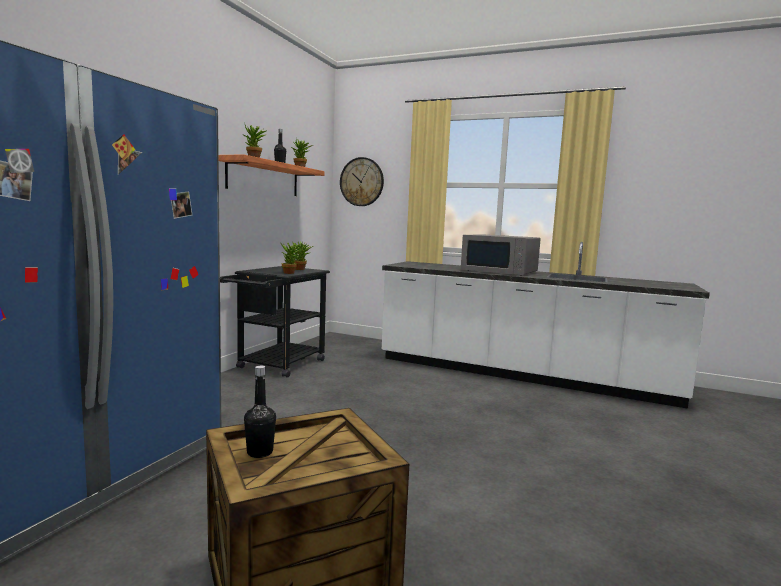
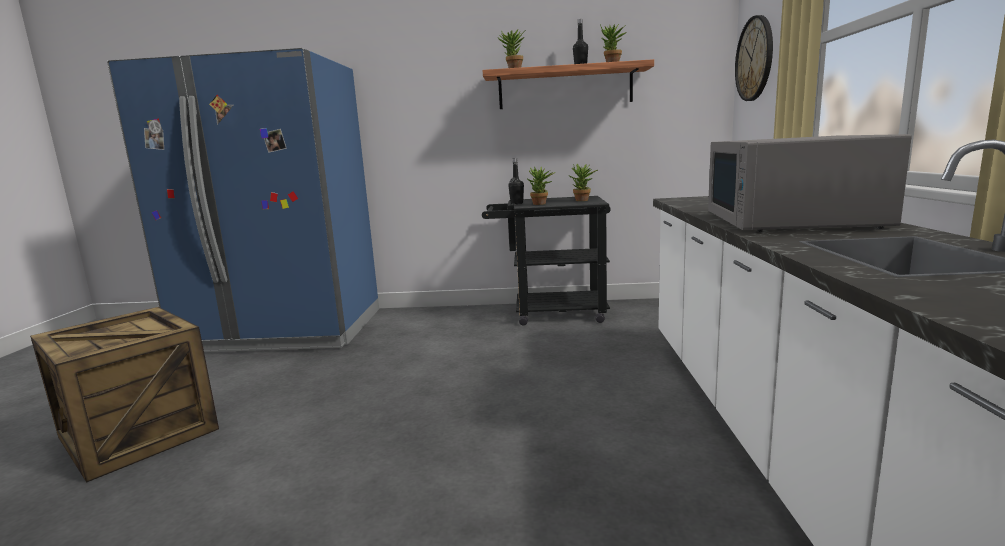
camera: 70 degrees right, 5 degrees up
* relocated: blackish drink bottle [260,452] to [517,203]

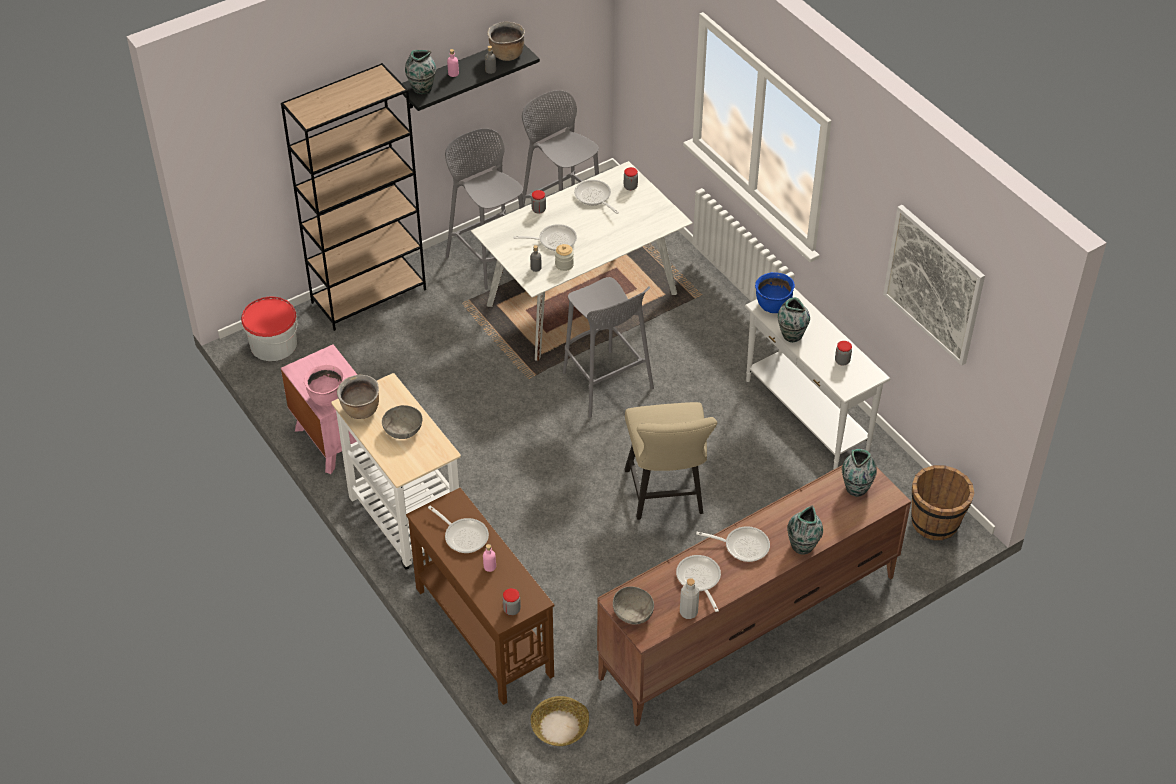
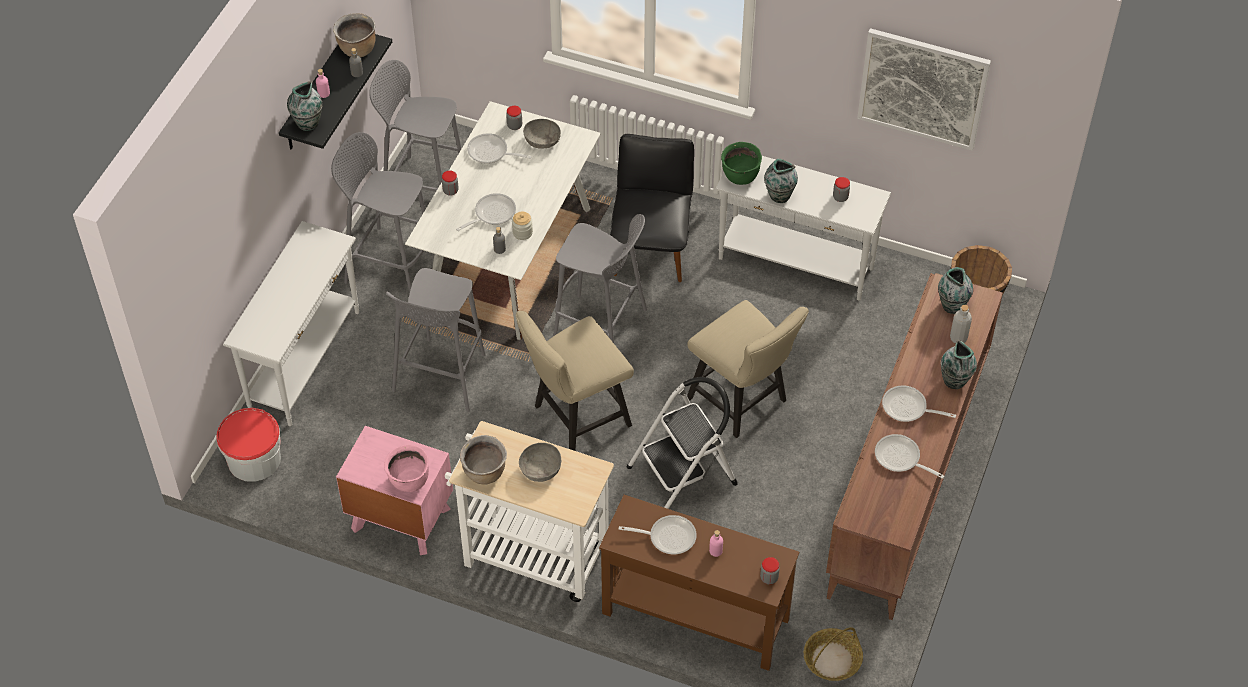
camera: 35 degrees left, 5 degrees up
* exchanged: beige bookcase [369,295] to white hall table [304,360]
* appeared: grey sitting stool [442,376]
* appeared: beige chair [576,418]
* relocated: grey deep dish [633,613] to [542,141]
* appeared: blackish chair [651,248]
* appeared: stepladder [685,475]
* colour: blue-coloured saucepot [773,306] to green-coloured saucepot [740,176]
* spun: frying pan [742,546] = [908,408] 135 degrees counterclockwise
* relocated: grey drink bottle [688,612] to [958,338]

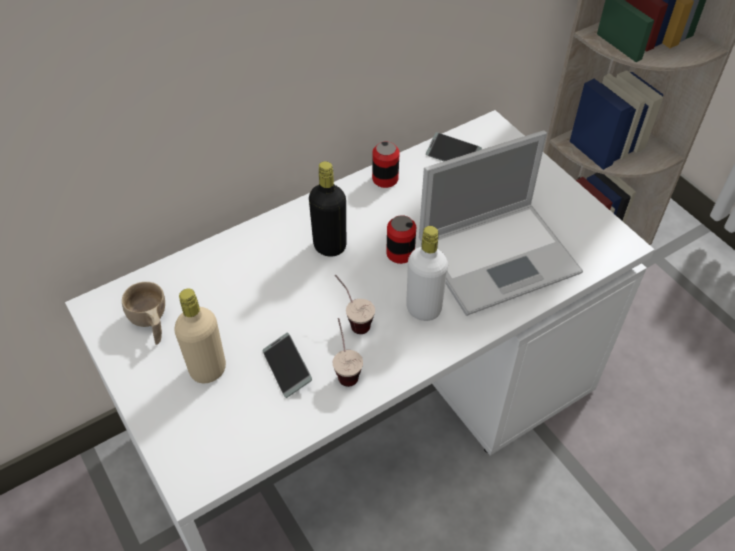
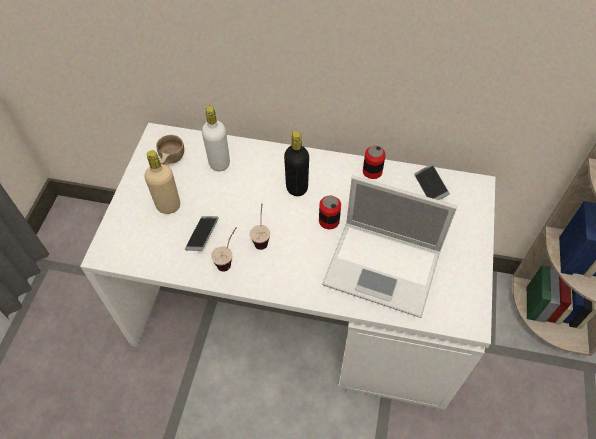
camera: 45 degrees right, 5 degrees up
* relocated: white drink bottle [423,309] to [219,163]

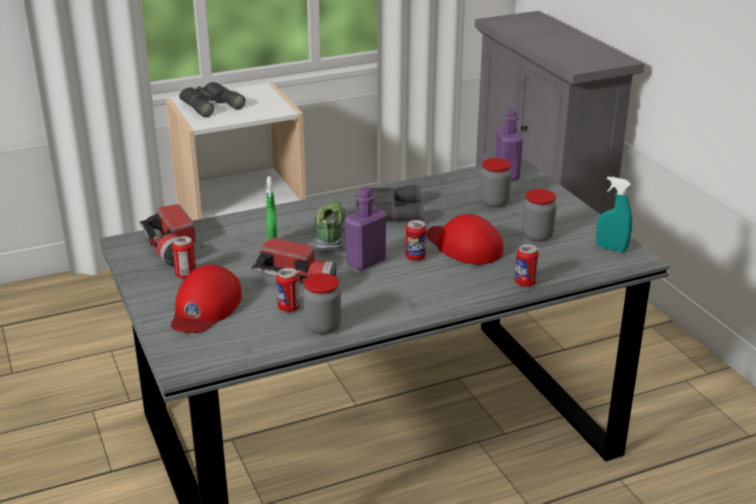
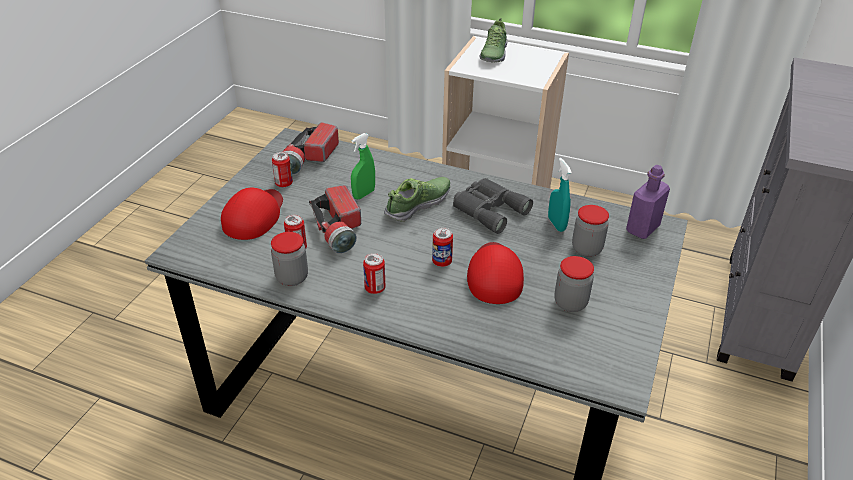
camera: 45 degrees right, 10 degrees up
* spun: red baseball cap [205,308] = [254,216] 135 degrees clockwise
* relocated: can [525,283] to [375,288]
* exchanged: grey binoculars [210,104] to shoe [493,53]
* relocated: turquoise-coloured sprayer [611,248] to [556,224]
* missing: purple drink bottle [365,262]

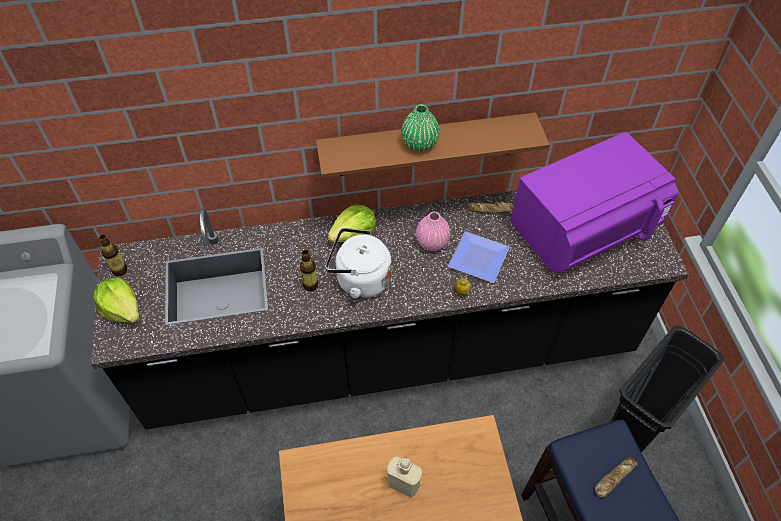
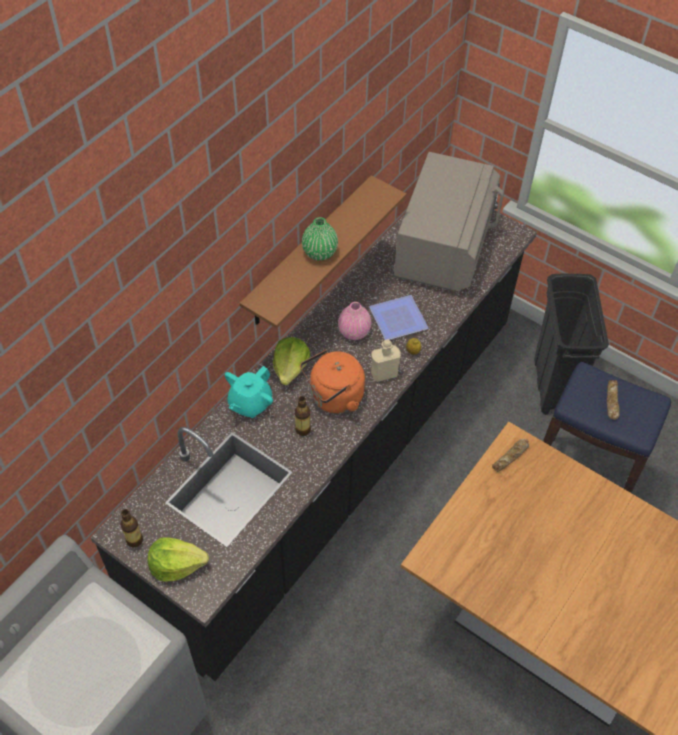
camera: 45 degrees left, 0 degrees up
* appeared: turquoise-coloured tea pot [250,403]
* colour: white tea kettle [359,279] to orangey tea kettle [333,397]
* relocated: beige drink bottle [403,484] to [384,374]
* colour: purple kitchen microwave [584,230] to grey kitchen microwave [444,247]
* relocated: bread [489,210] to [511,457]

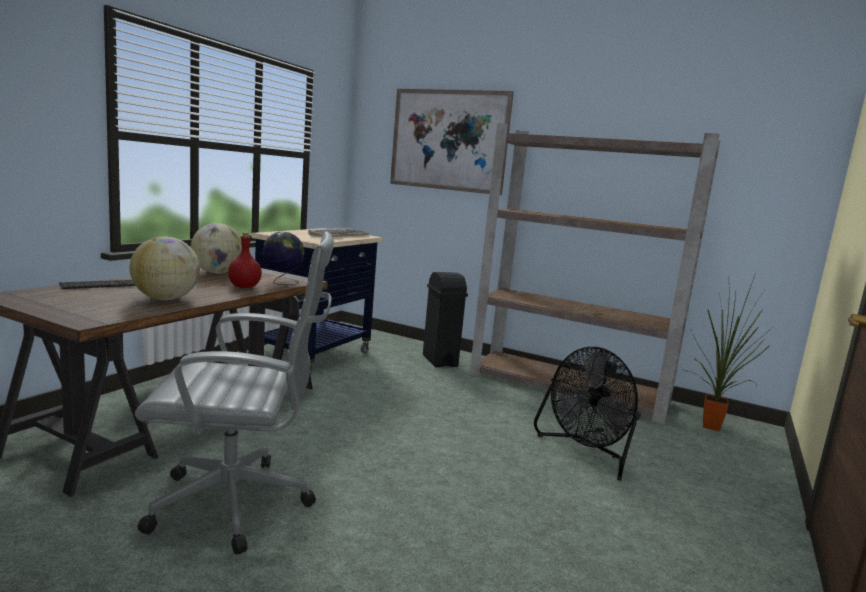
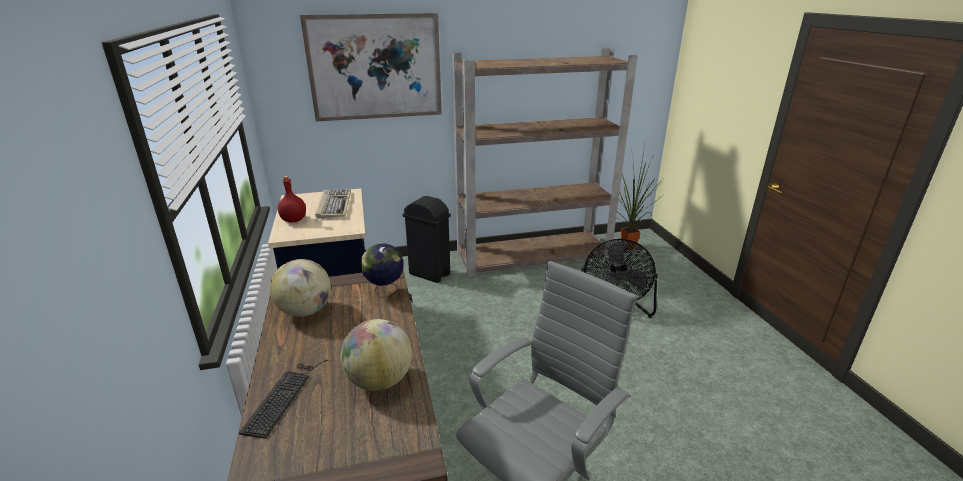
camera: 40 degrees left, 15 degrees up
* relocated: red drink bottle [244,286] to [293,220]

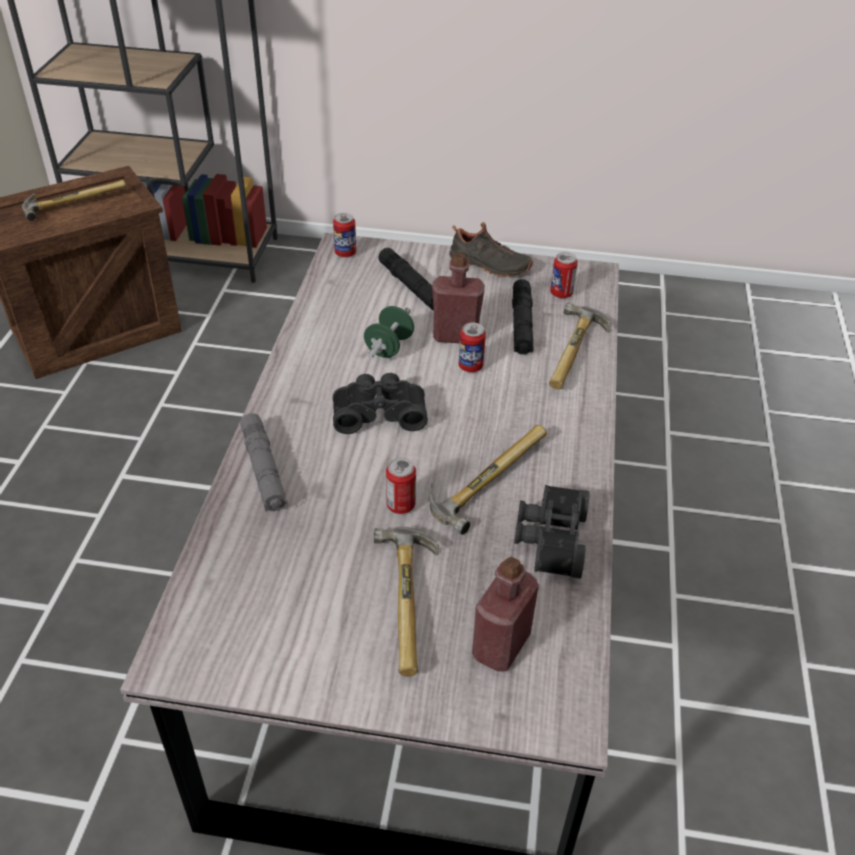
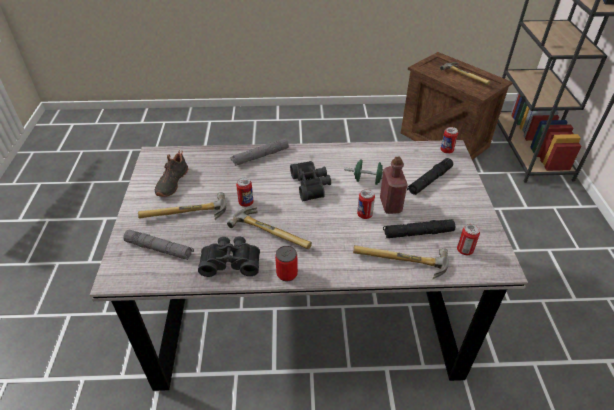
camera: 80 degrees right, 0 degrees up
* exchanged: red drink bottle [501,645] to grey flashlight [159,249]
* relocated: blackish shoe [489,266] to [171,182]
* appeared: can [287,274]

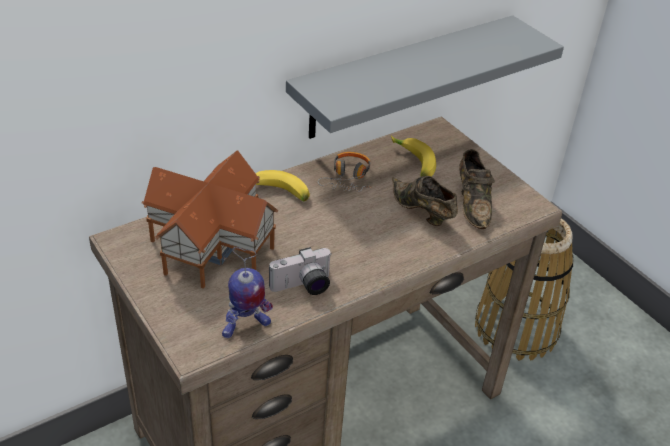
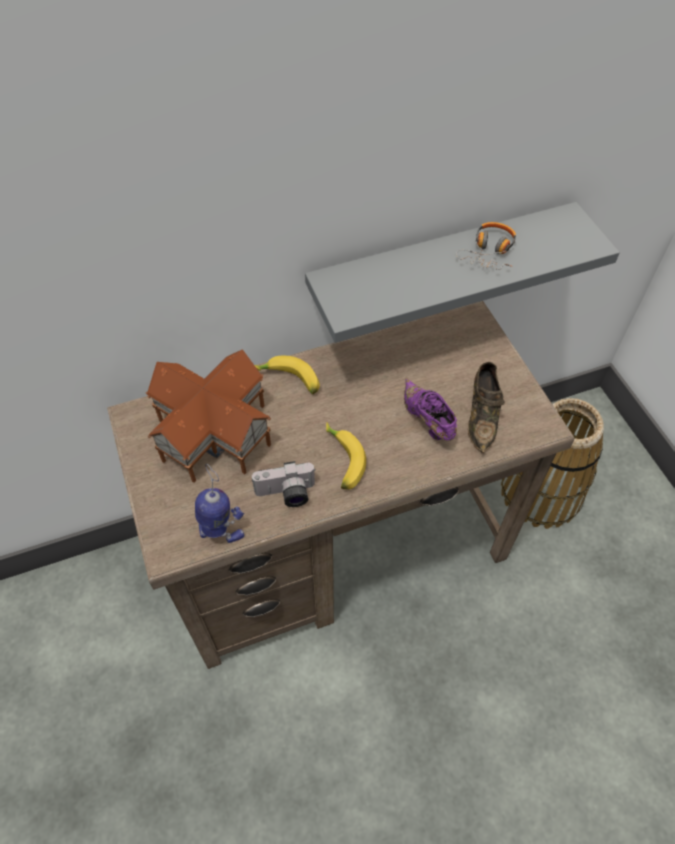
camera: 15 degrees right, 15 degrees up
* spun: toy robot [245,326] = [221,532] 150 degrees counterclockwise
* relocated: banana [412,163] to [342,461]
* colour: brown-coloured shoe [422,212] to purple shoe [427,421]
* relocated: headphones [348,178] to [489,252]

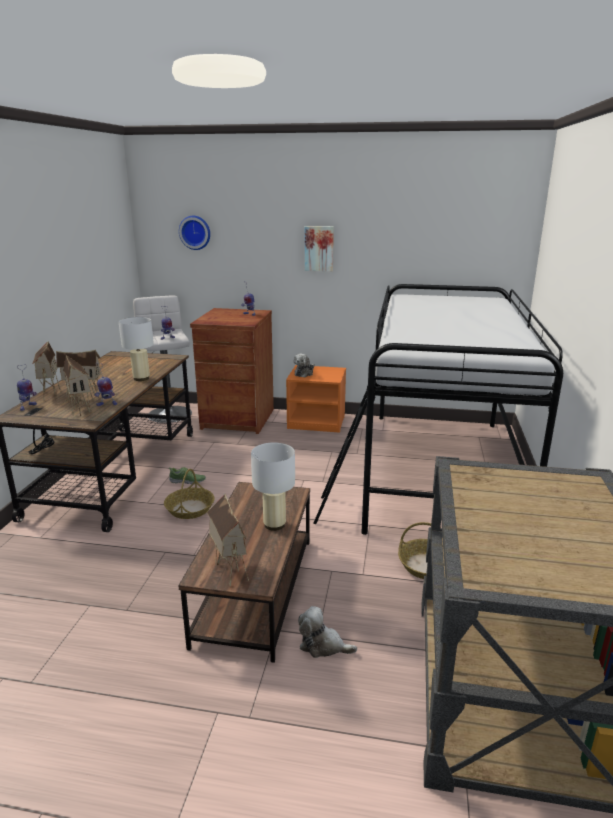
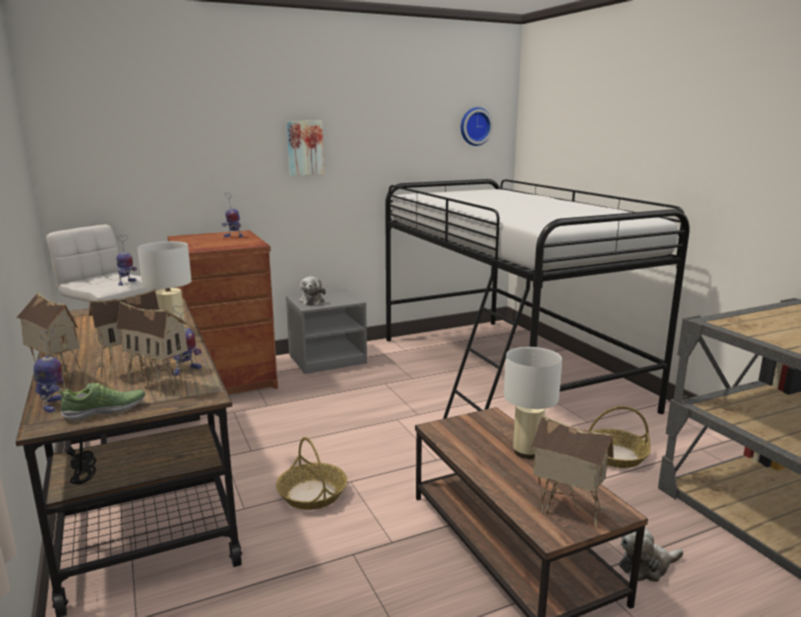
camera: 35 degrees left, 5 degrees down
* relocated: shoe [187,481] to [105,411]
* colour: orangey bedside table [317,422] to grey bedside table [327,359]
* relocated: wall clock [195,232] to [475,126]

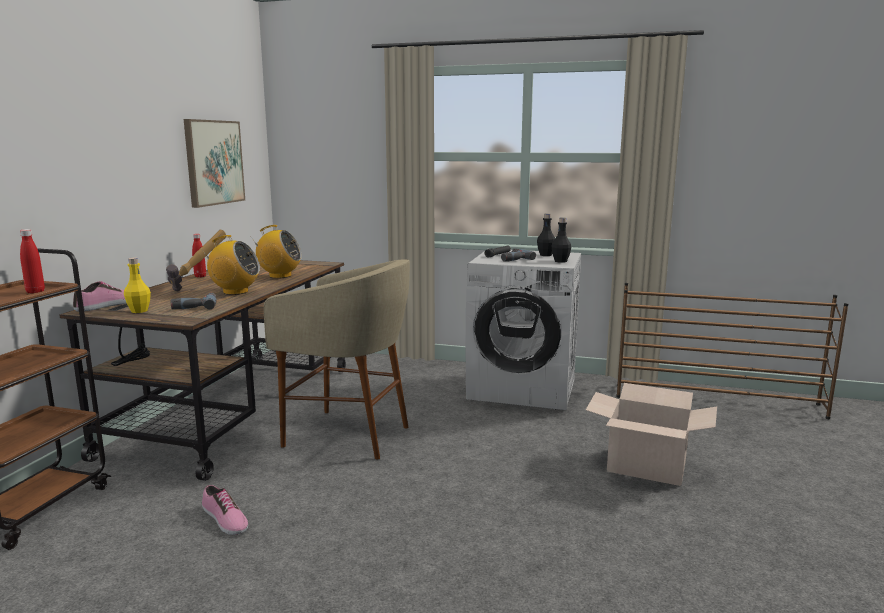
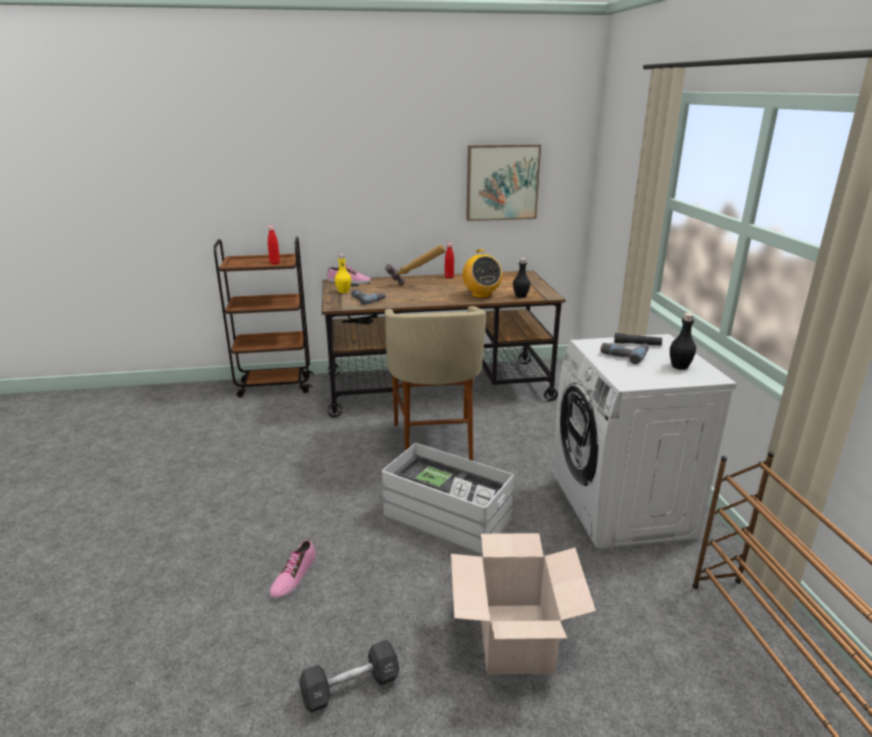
camera: 65 degrees right, 10 degrees up
* relocated: shoe [224,519] to [293,576]
* appeared: blackish free weight [350,687]
* appeared: grey storage box [448,515]
* relocated: blackish drink bottle [560,261] to [520,296]
* missing: radio receiver [235,292]

